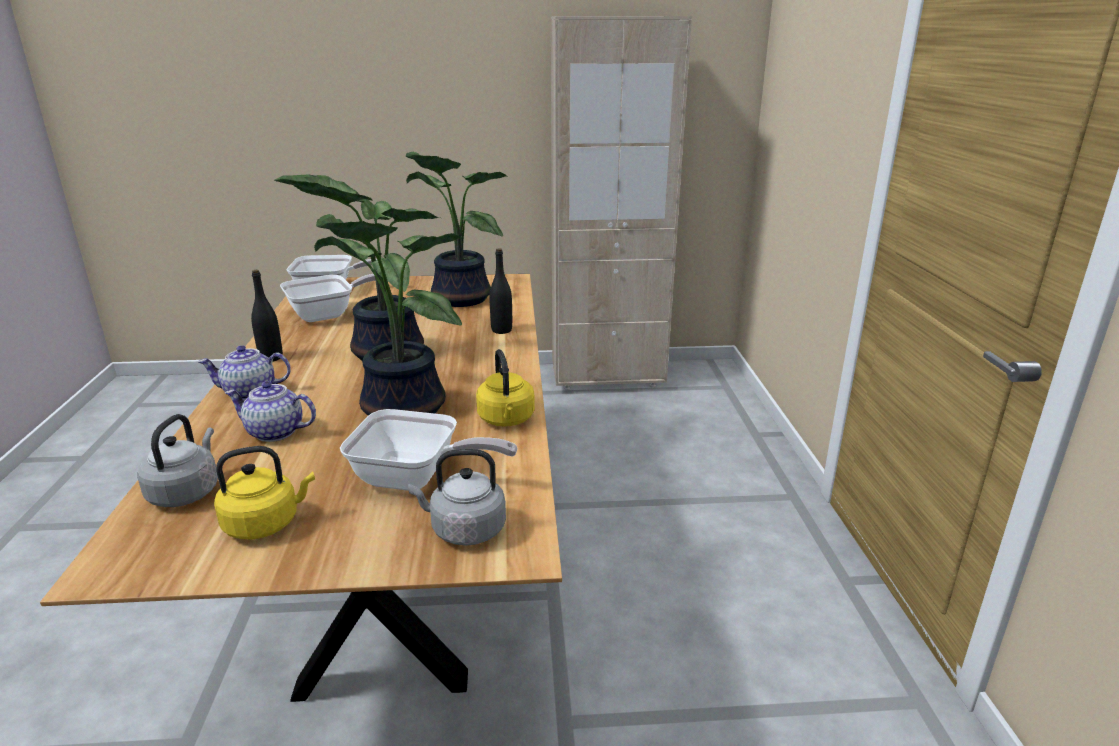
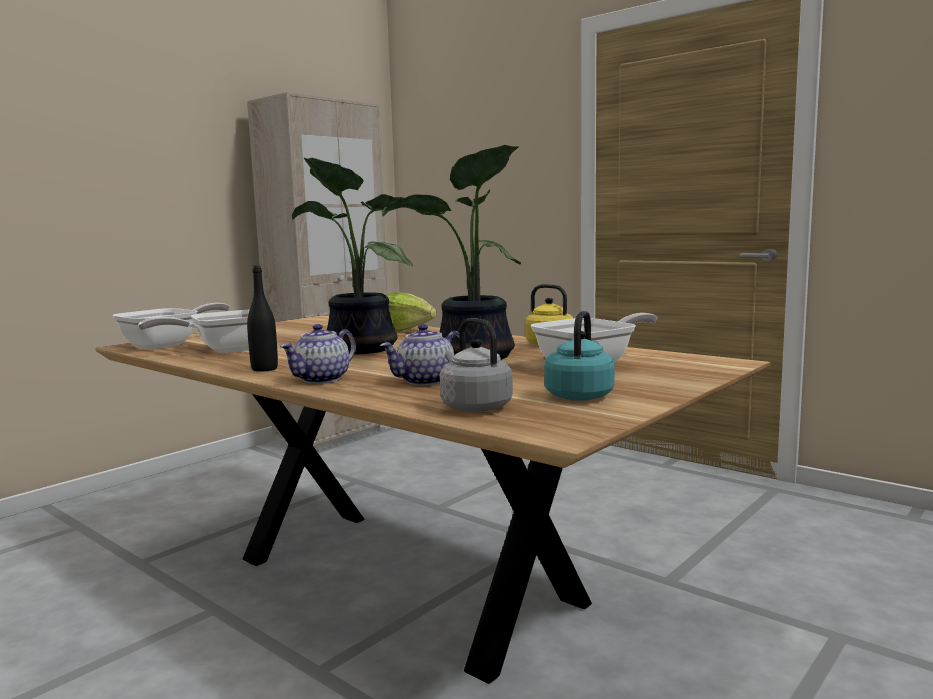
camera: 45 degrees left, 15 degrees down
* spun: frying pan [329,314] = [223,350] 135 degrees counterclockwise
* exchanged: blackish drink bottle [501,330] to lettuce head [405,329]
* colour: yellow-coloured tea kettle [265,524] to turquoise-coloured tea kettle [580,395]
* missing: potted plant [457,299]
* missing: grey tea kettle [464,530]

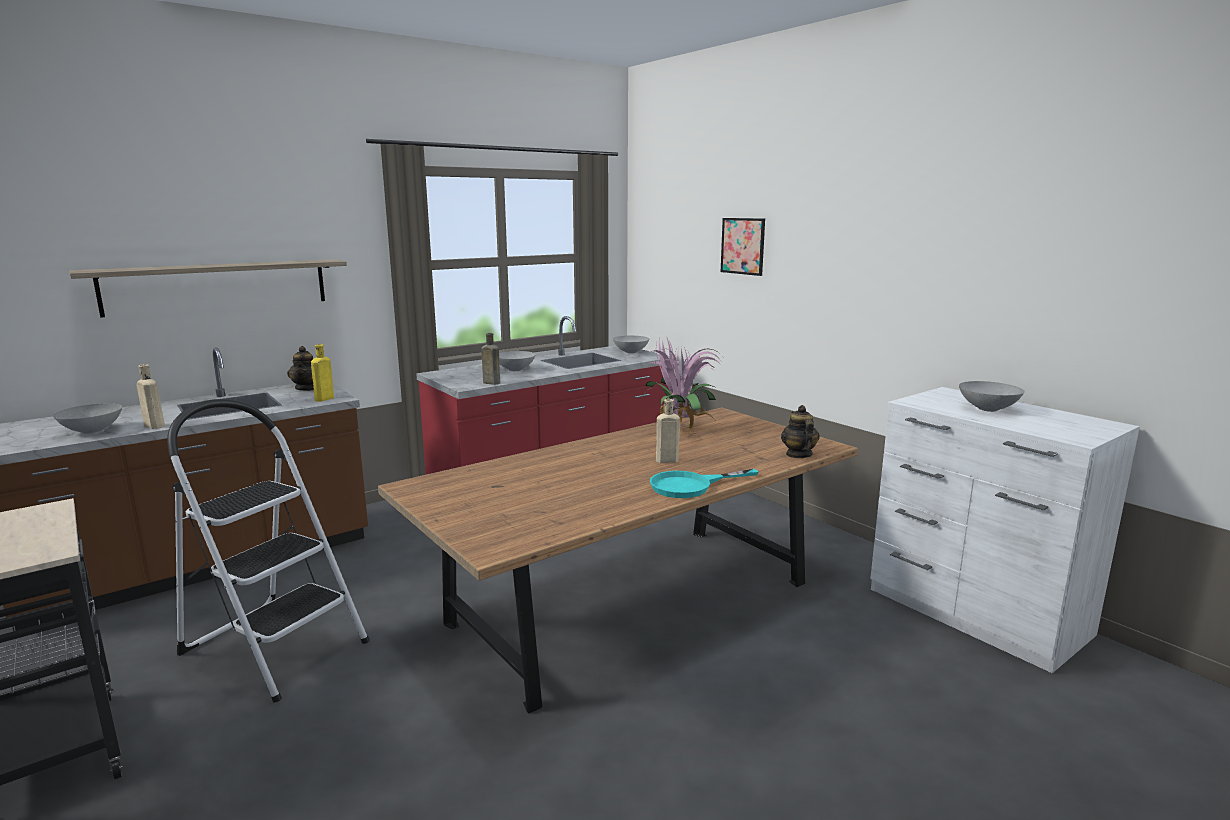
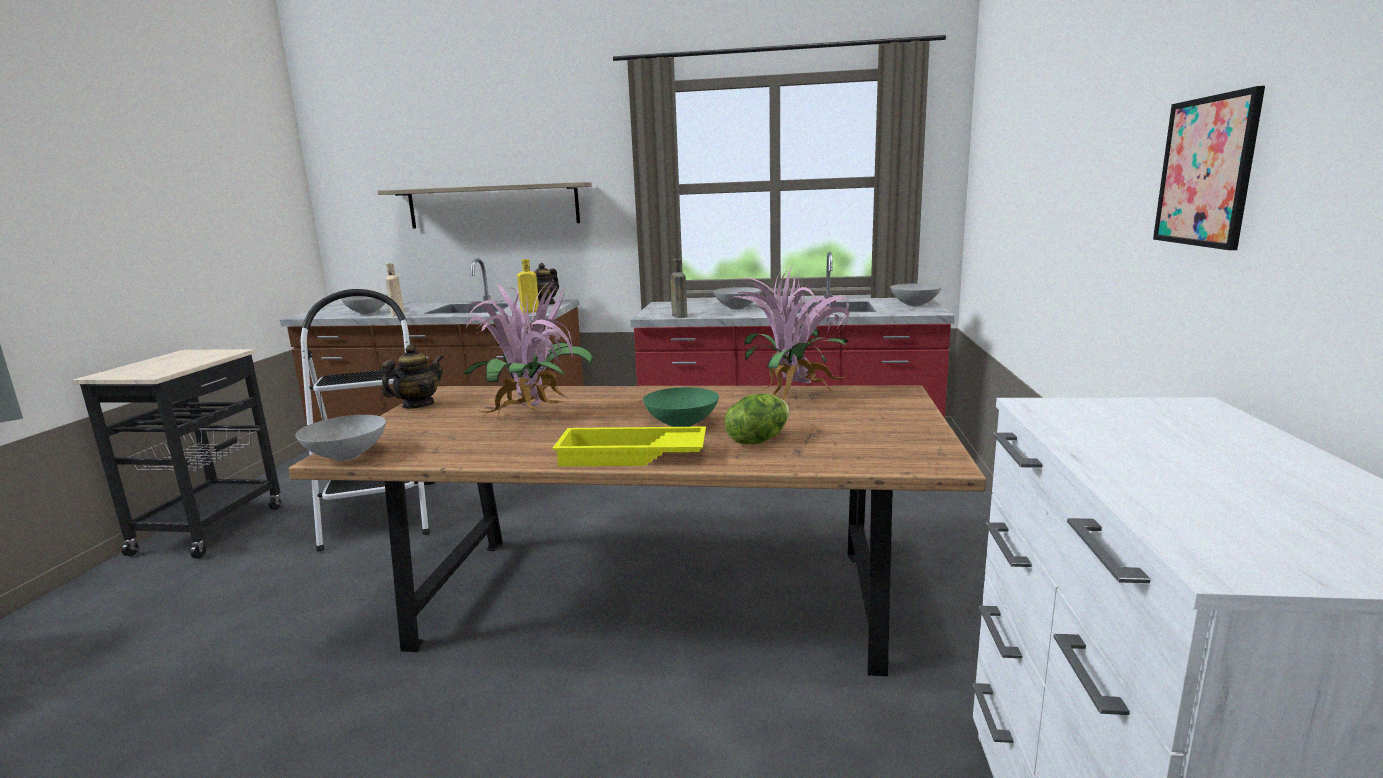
camera: 45 degrees right, 0 degrees up
* relocated: grey deep dish [986,409] to [347,455]
* relocated: tea pot [798,454] to [418,405]
* appeared: potted plant [533,417]
* exchanged: turquoise-coloured frying pan [690,486] to yellow-coloured serving tray [630,456]
* exchanged: beige drink bottle [665,460] to green-coloured deep dish [683,425]
* appeared: lettuce head [757,440]
* relocated: picture [742,246] to [1206,172]

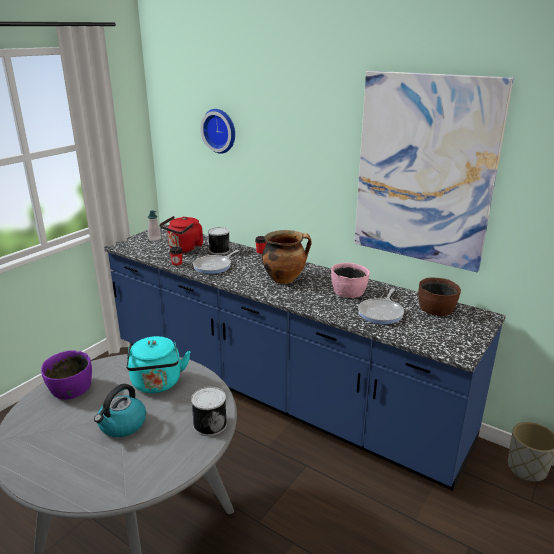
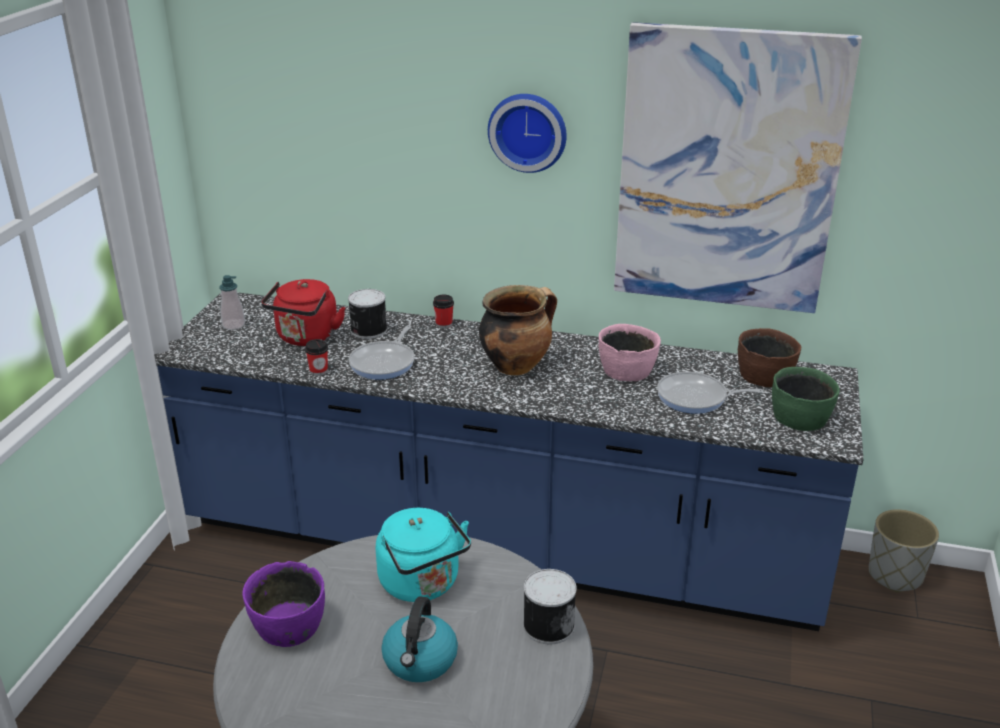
camera: 20 degrees left, 5 degrees up
* relocated: wall clock [220,130] to [528,131]
* spun: frying pan [381,313] = [696,398] 90 degrees clockwise
* appeared: green-coloured deep dish [800,417]

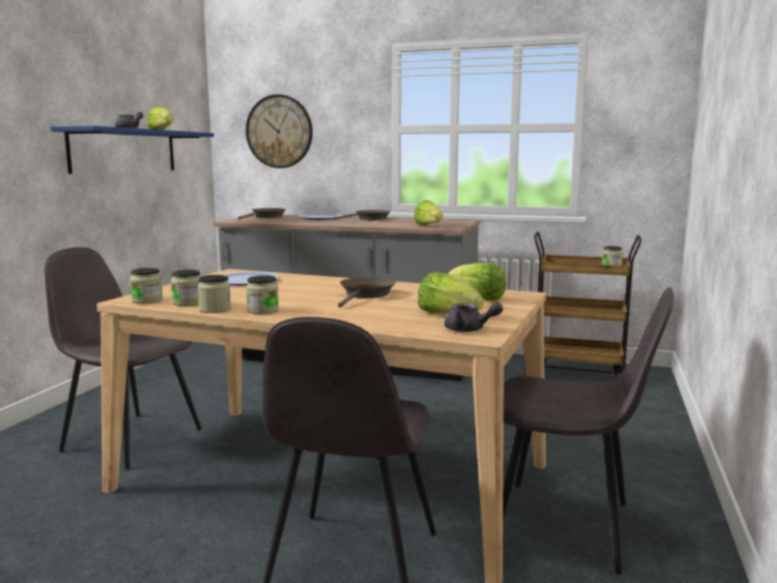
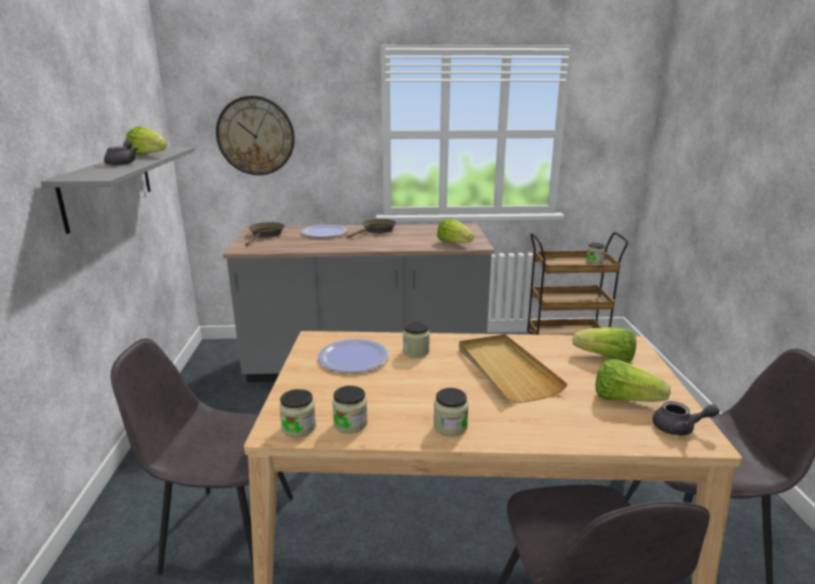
camera: 20 degrees left, 10 degrees up
* colour: blue-coloured wall shelf [124,151] to grey wall shelf [109,185]
* relocated: preserve jar [215,309] to [416,352]
* exchanged: brown-coloured frying pan [366,295] to beige serving tray [506,370]

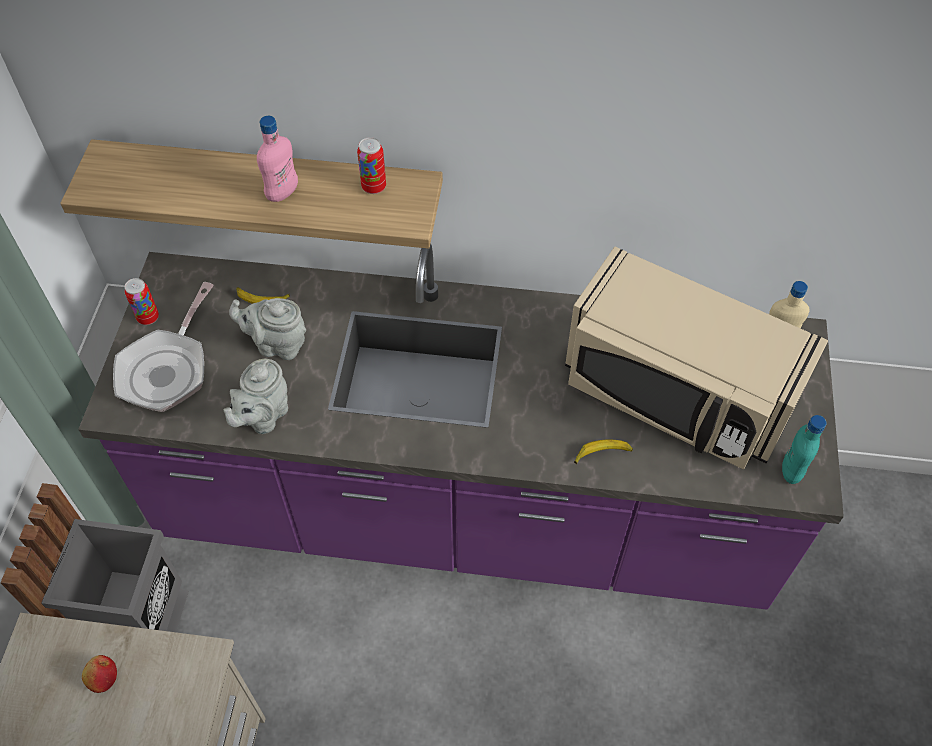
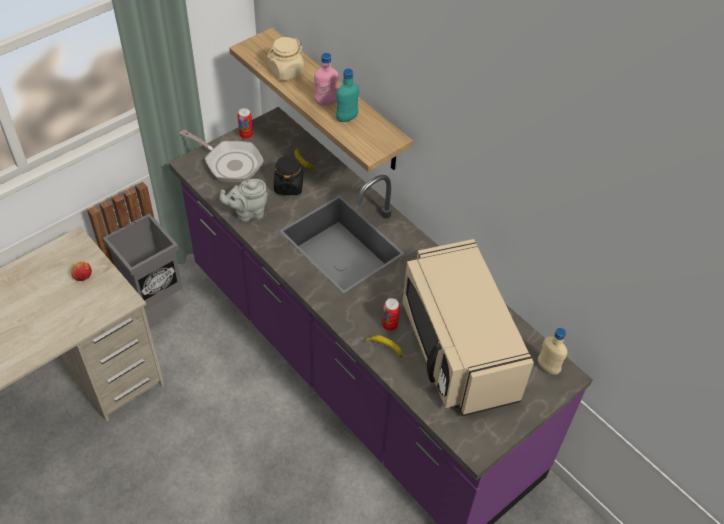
camera: 40 degrees right, 5 degrees down
* spun: frying pan [167,369] = [230,163] 120 degrees counterclockwise
* appeared: beige preserve jar [286,72]
* exchanged: grey tea pot [277,344] to blackish preserve jar [288,186]
* relocated: turquoise-coloured drink bottle [791,470] to [347,118]
* relocated: can [374,187] to [389,325]

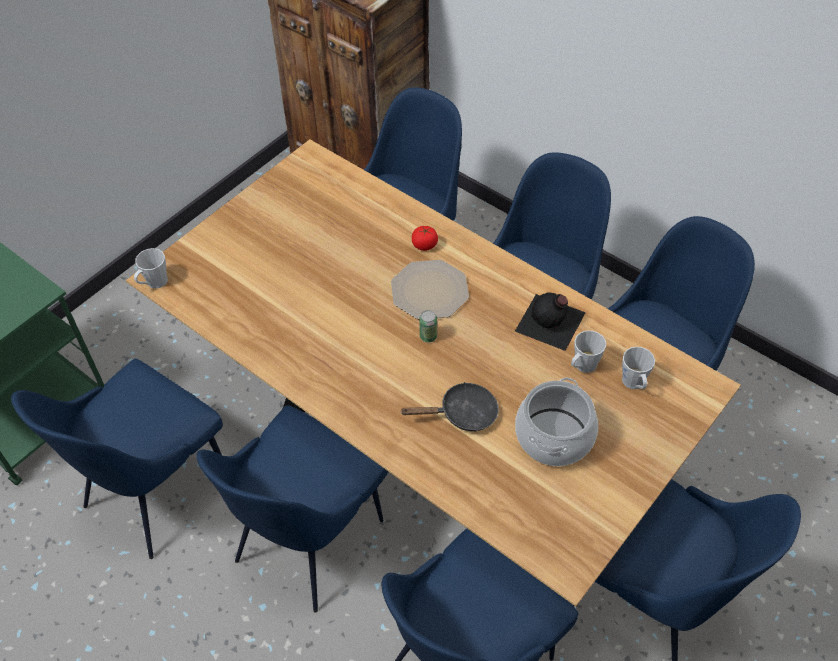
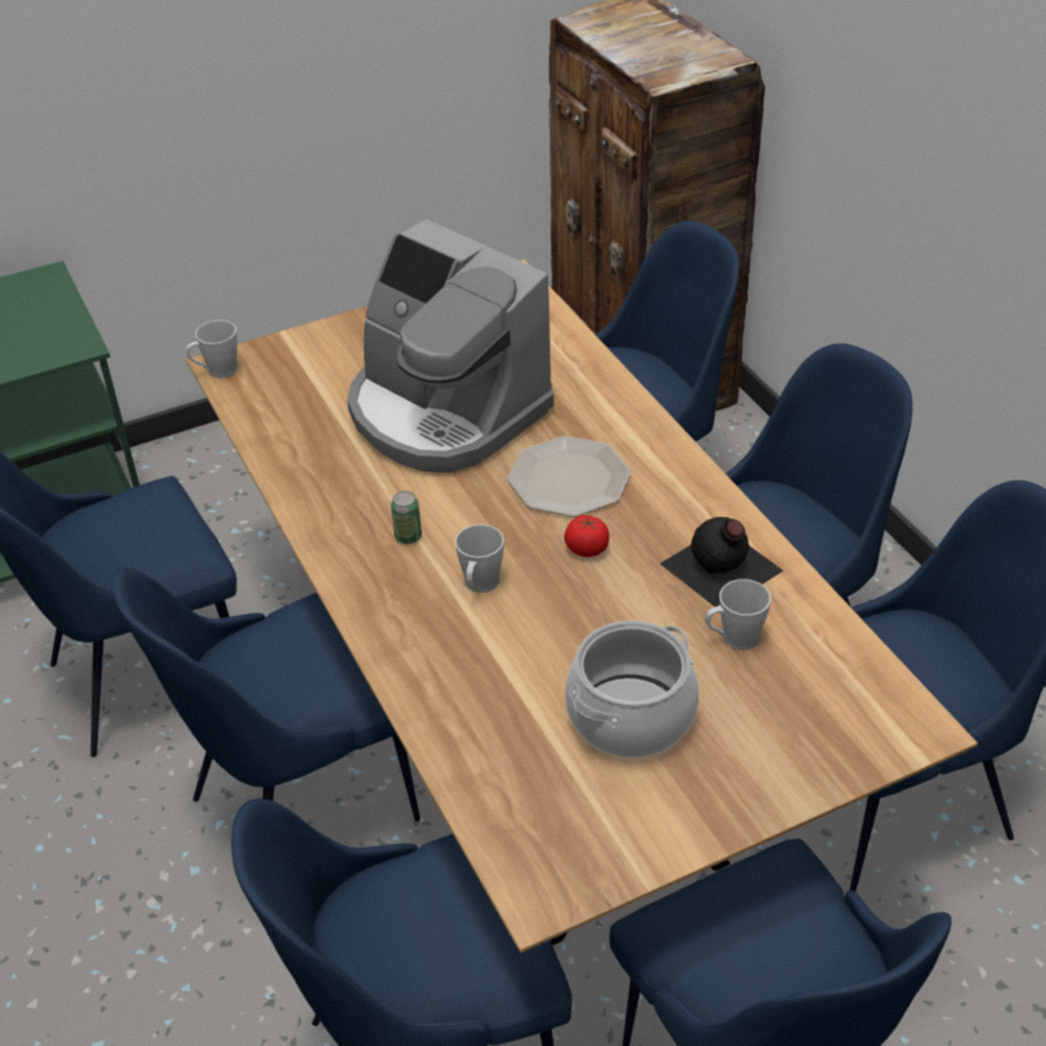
camera: 25 degrees right, 10 degrees down
* appeared: coffee maker [445,412]
* relocated: can [428,336] to [408,537]
* relocated: grey mug [634,384] to [480,585]
* relocated: tomato [424,245] to [587,549]
* missing: blackish frying pan [462,414]

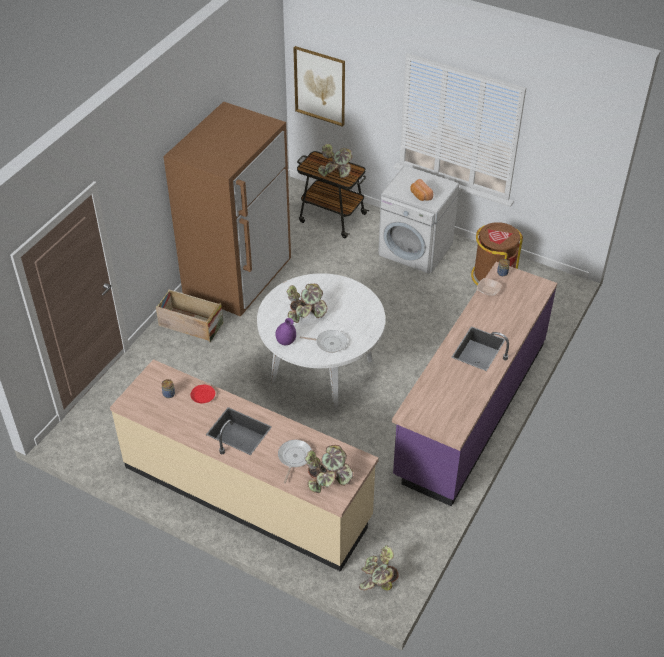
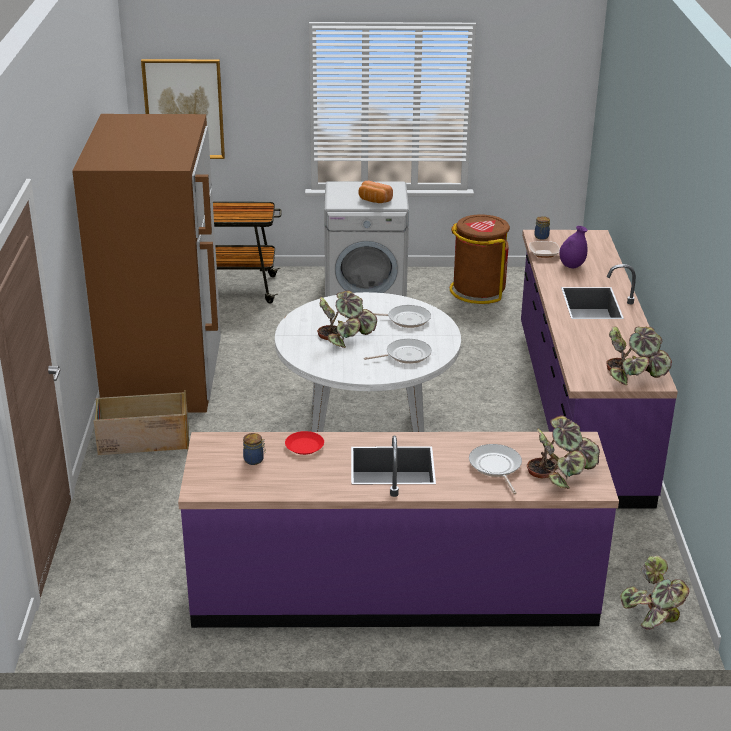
camera: 30 degrees left, 15 degrees down
* colour: beige kitchen counter [247,492] to purple kitchen counter [393,589]
* appeared: frying pan [406,319]
* relocated: purple flower vase [286,341] to [572,266]
* relocated: potted plant [336,172] to [634,374]

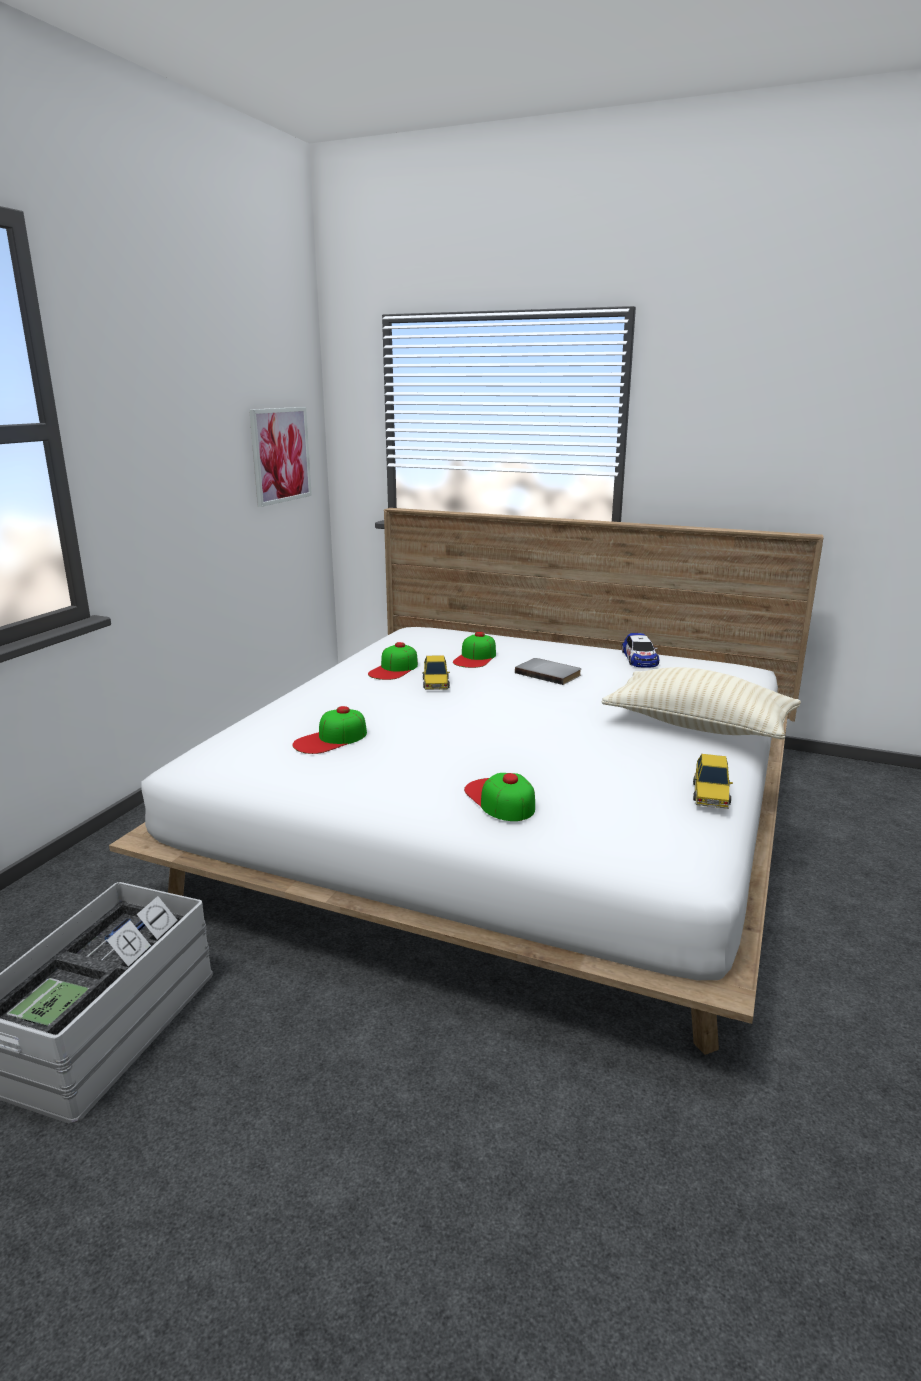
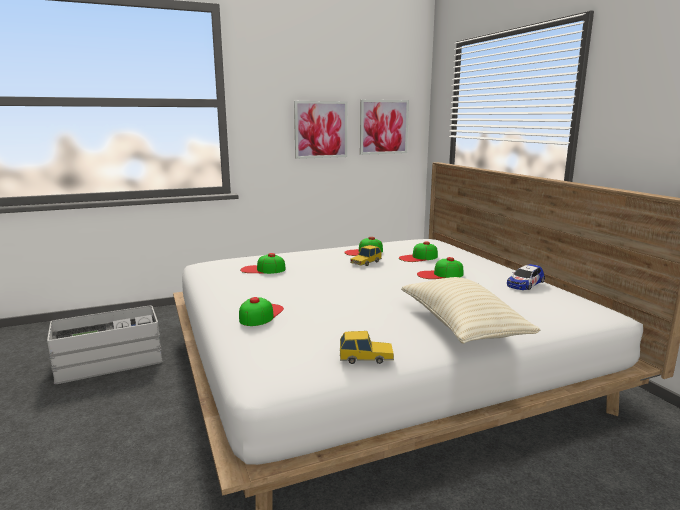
camera: 45 degrees right, 5 degrees down
* appeared: picture [320,129]
* spun: toy car [711,794] = [366,357] 150 degrees counterclockwise
* exchanged: grey volume [549,673] to baseball cap [440,274]

